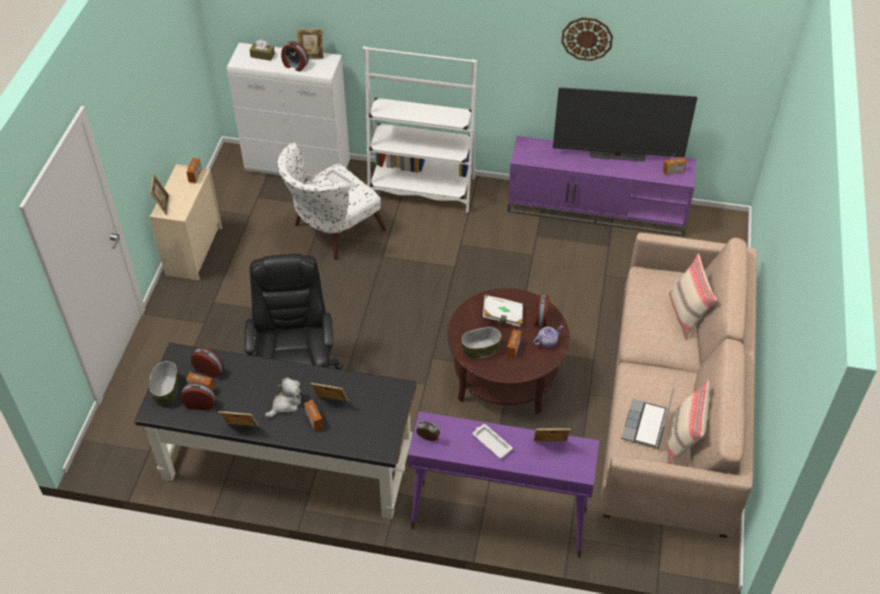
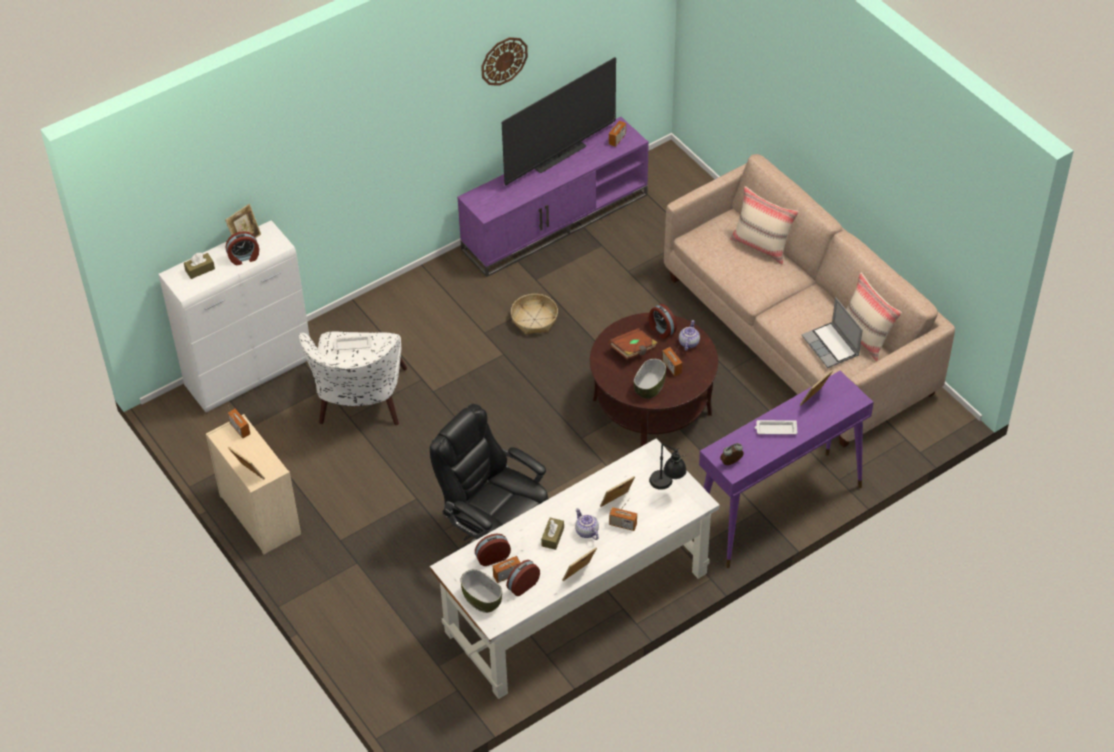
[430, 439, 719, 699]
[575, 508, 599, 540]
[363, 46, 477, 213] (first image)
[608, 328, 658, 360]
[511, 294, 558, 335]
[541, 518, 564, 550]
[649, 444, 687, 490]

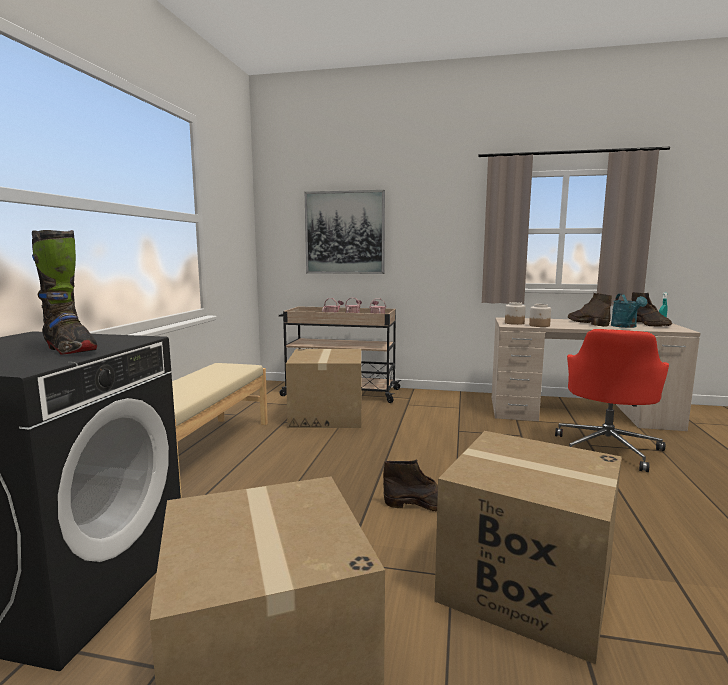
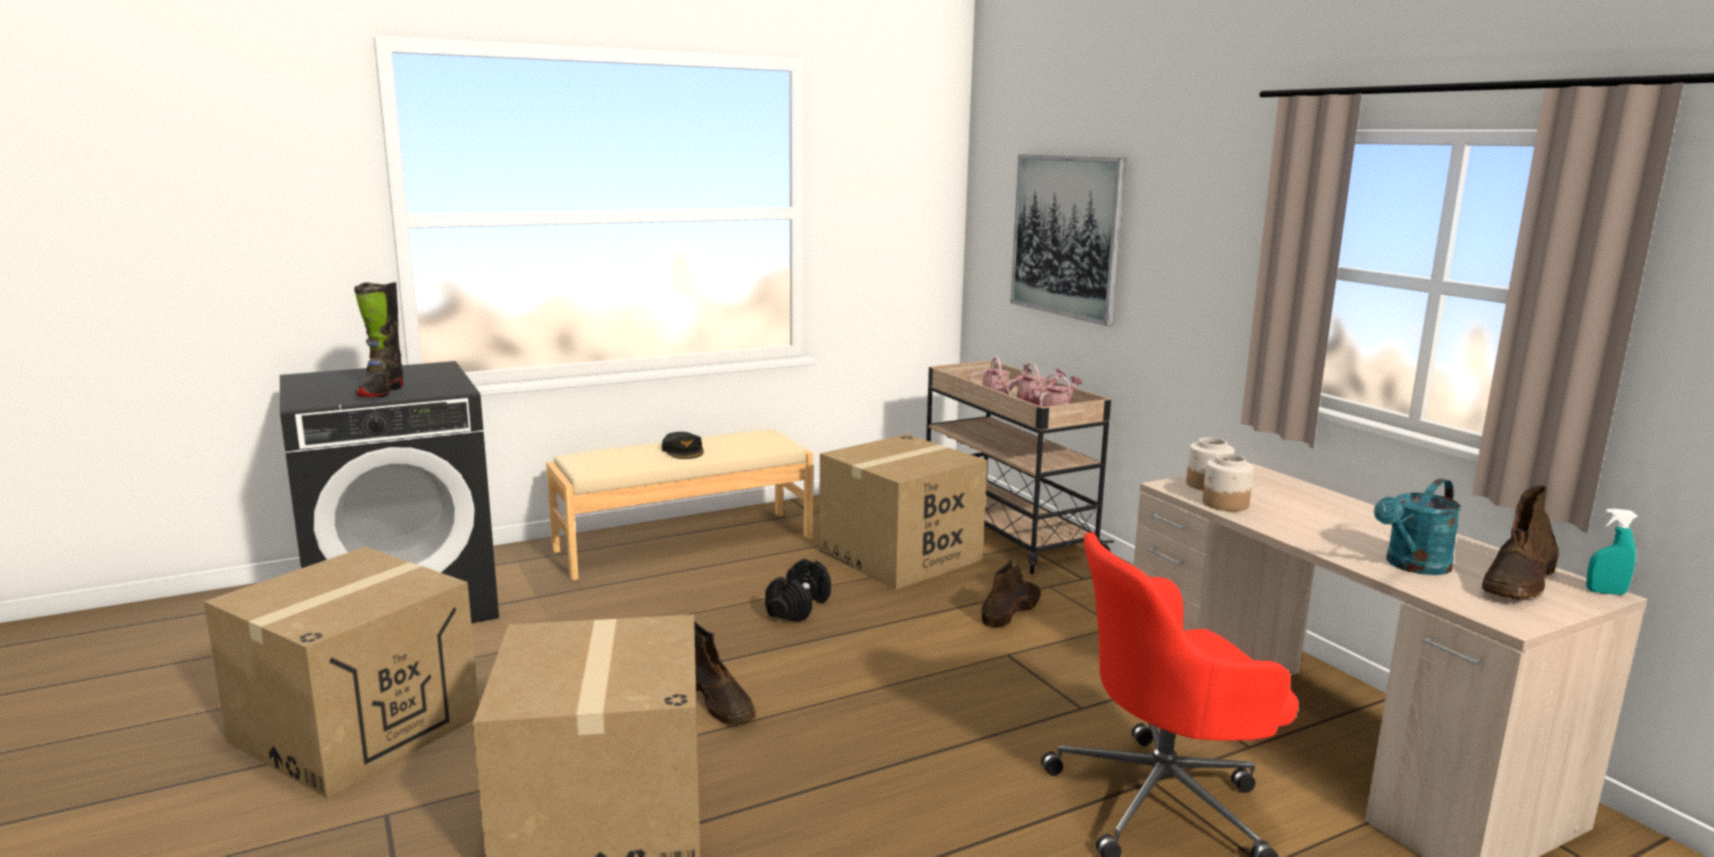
[981, 559, 1041, 628]
[662, 432, 704, 459]
[765, 559, 831, 622]

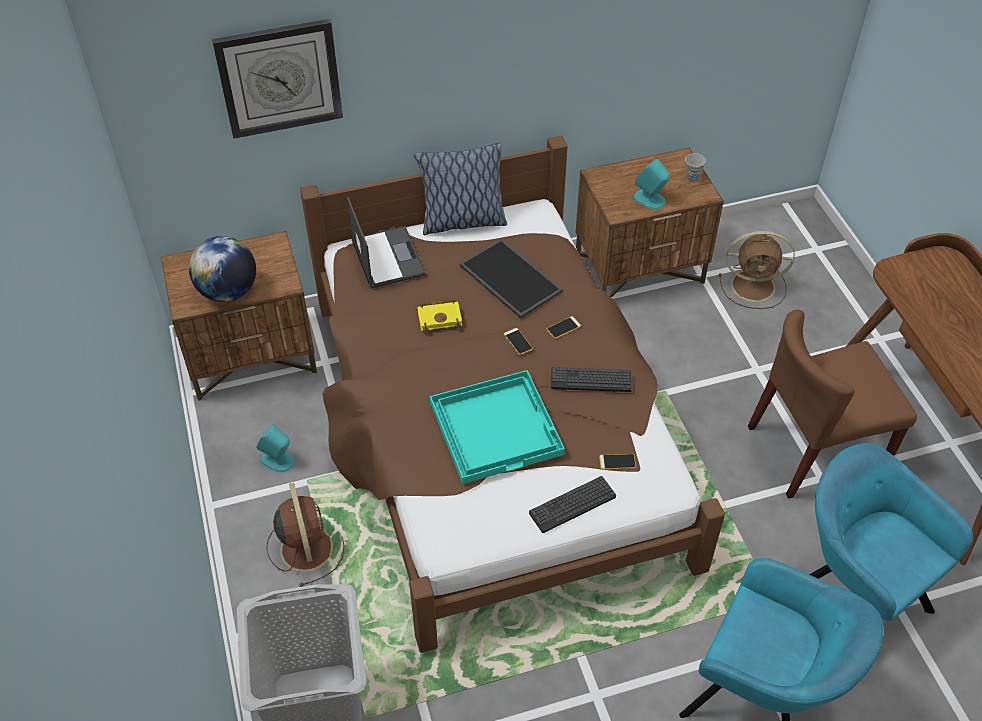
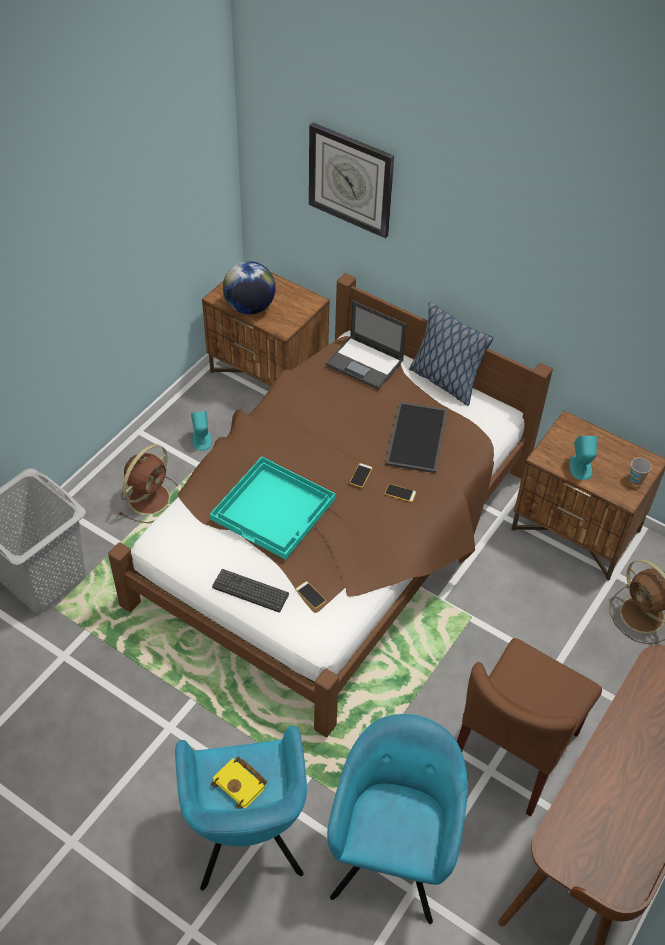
[326, 301, 407, 390]
[211, 757, 267, 809]
[551, 367, 632, 392] (first image)
[457, 638, 602, 817]

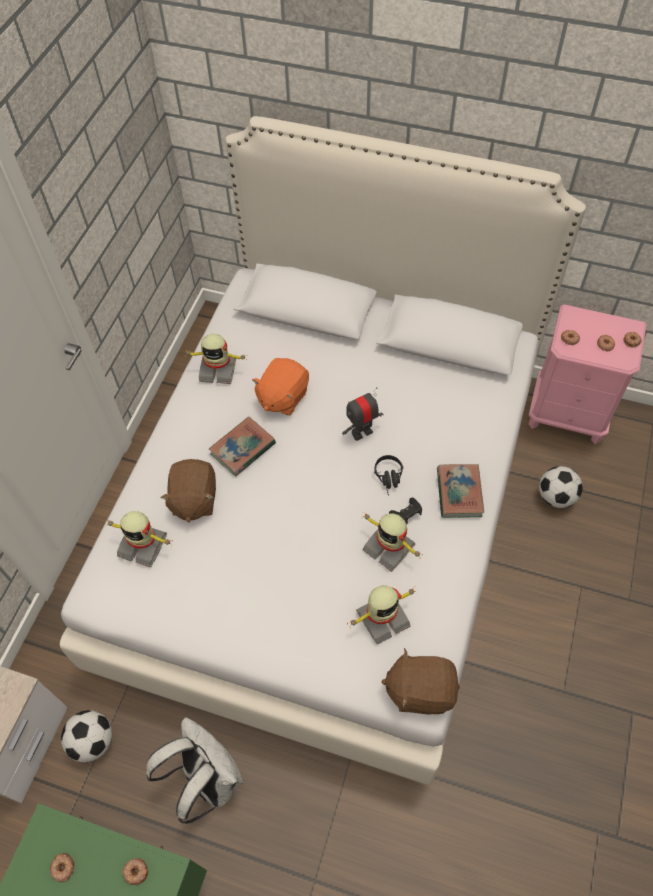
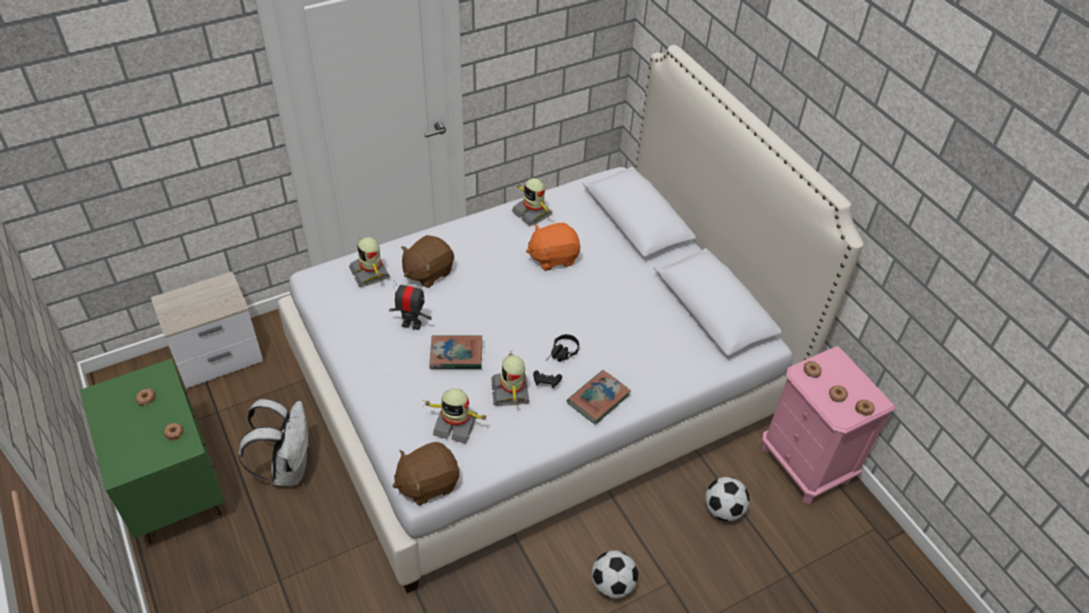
[592, 550, 638, 599]
[429, 335, 482, 369]
[389, 280, 432, 330]
[392, 442, 459, 505]

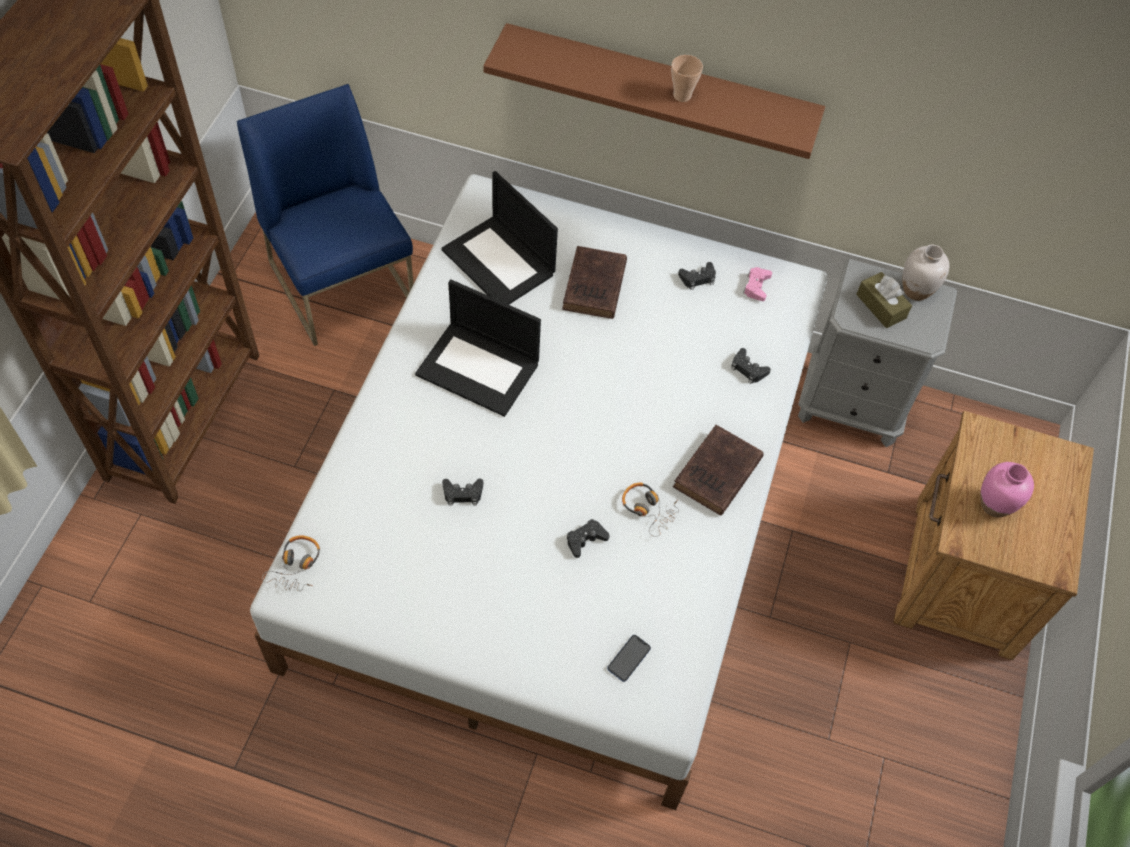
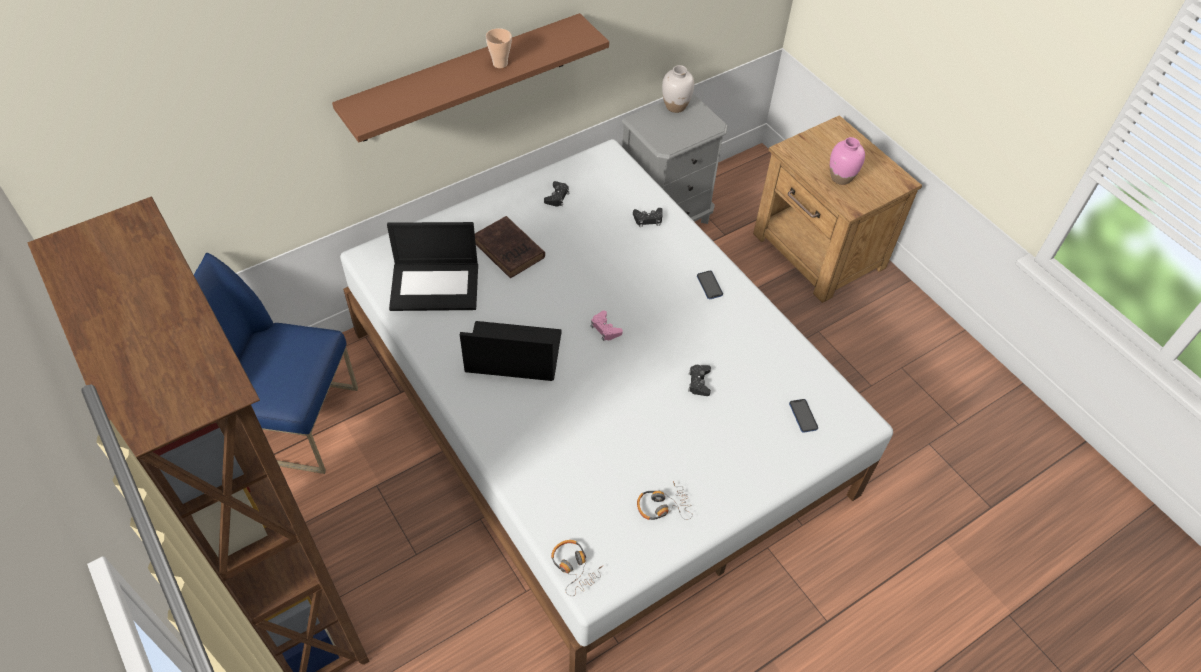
[460, 321, 562, 381]
[442, 479, 484, 506] (first image)
[637, 481, 693, 520]
[697, 271, 723, 299]
[591, 310, 623, 341]
[856, 272, 912, 328] (first image)

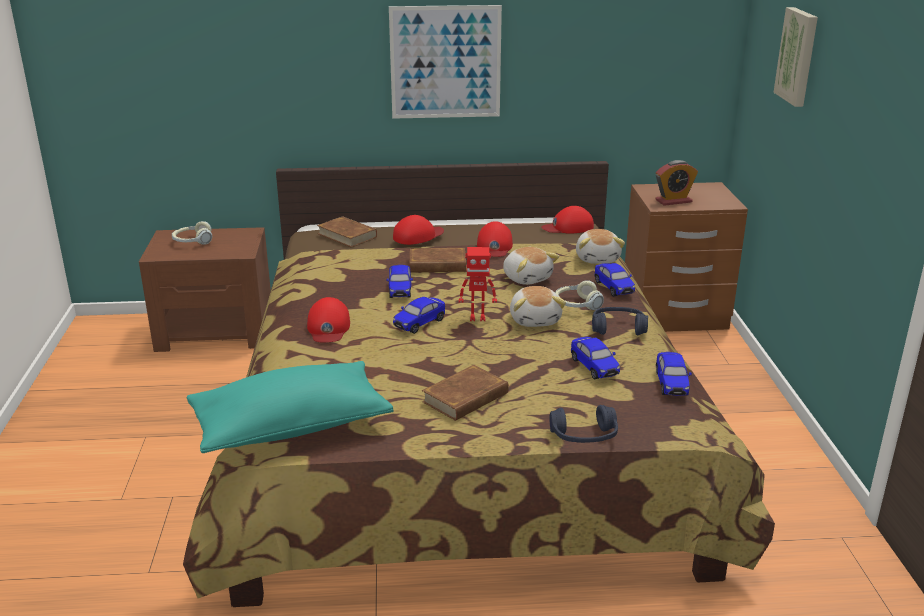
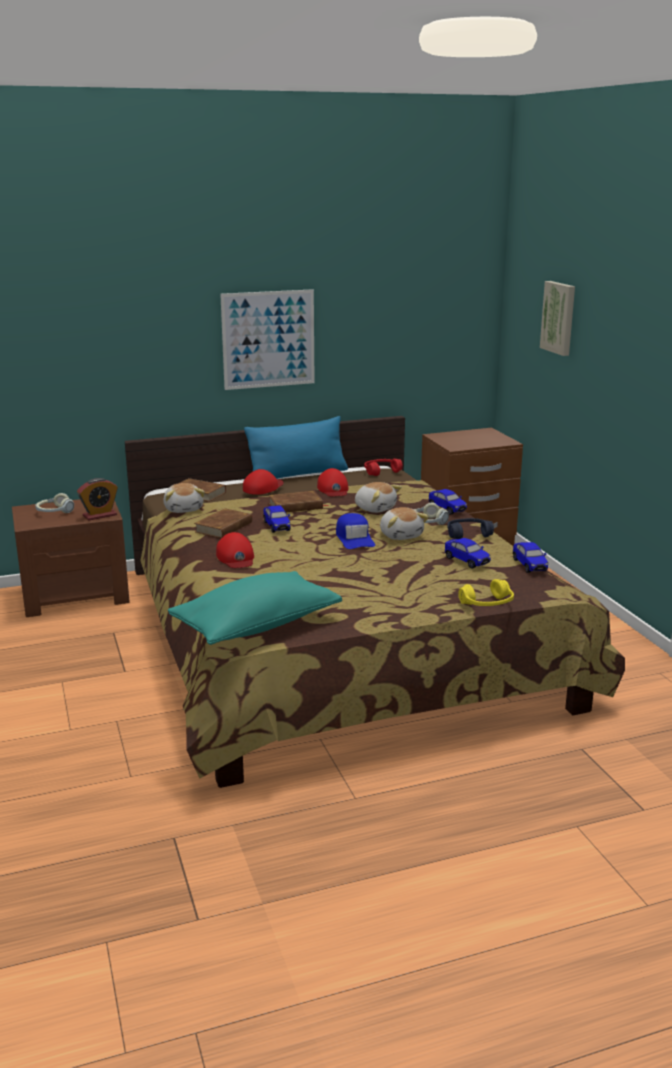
[393, 297, 445, 334] (first image)
[194, 508, 252, 538]
[336, 513, 375, 549]
[364, 459, 403, 476]
[458, 579, 514, 606]
[163, 483, 205, 513]
[77, 478, 118, 521]
[244, 416, 348, 479]

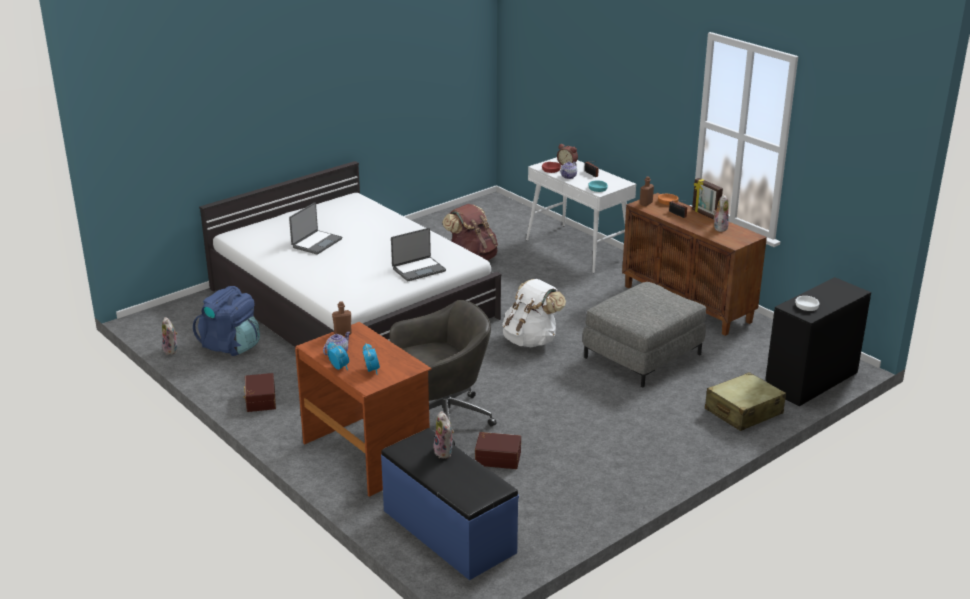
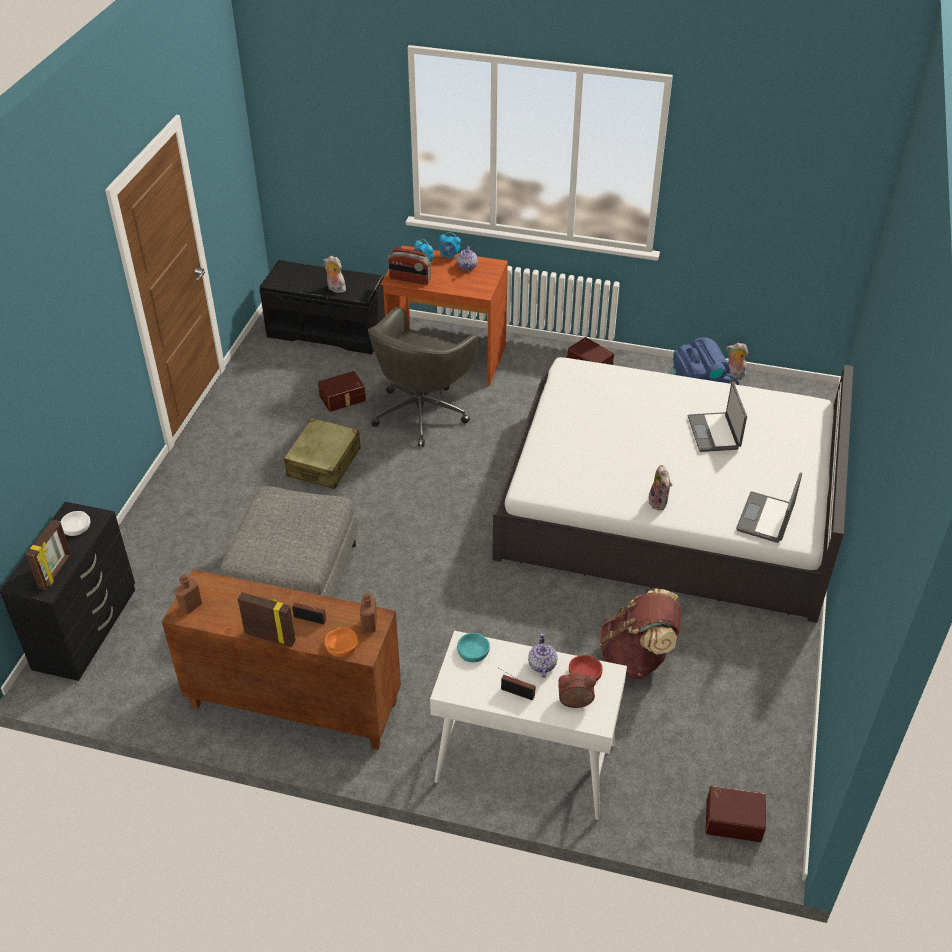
[174, 574, 202, 614]
[259, 260, 385, 355]
[736, 473, 802, 543]
[502, 279, 566, 347] (first image)
[284, 418, 361, 489]
[649, 465, 672, 510]
[26, 519, 71, 590]
[388, 248, 431, 285]
[705, 786, 766, 842]

